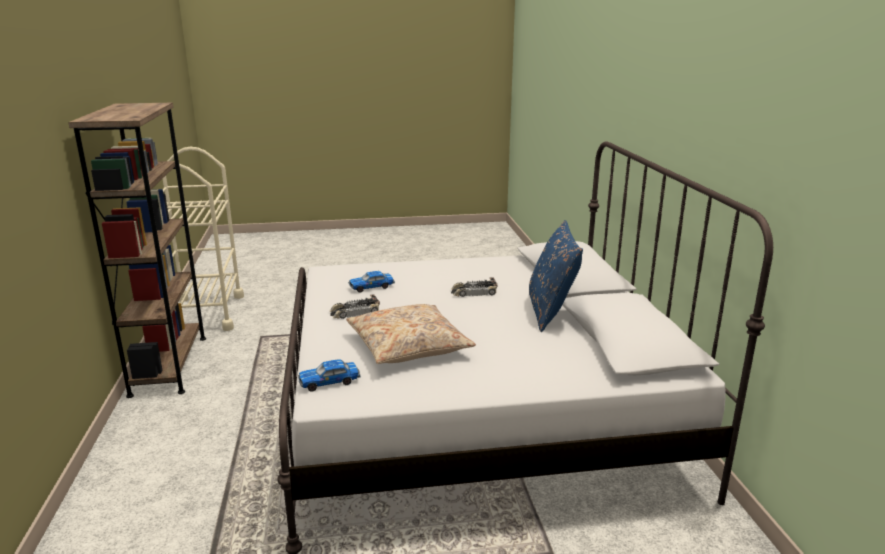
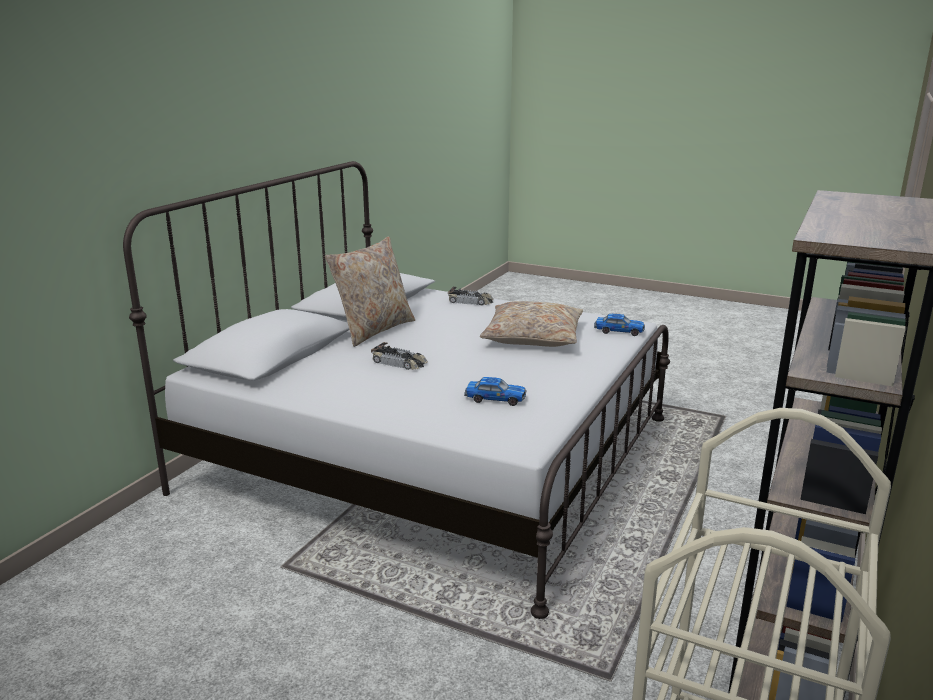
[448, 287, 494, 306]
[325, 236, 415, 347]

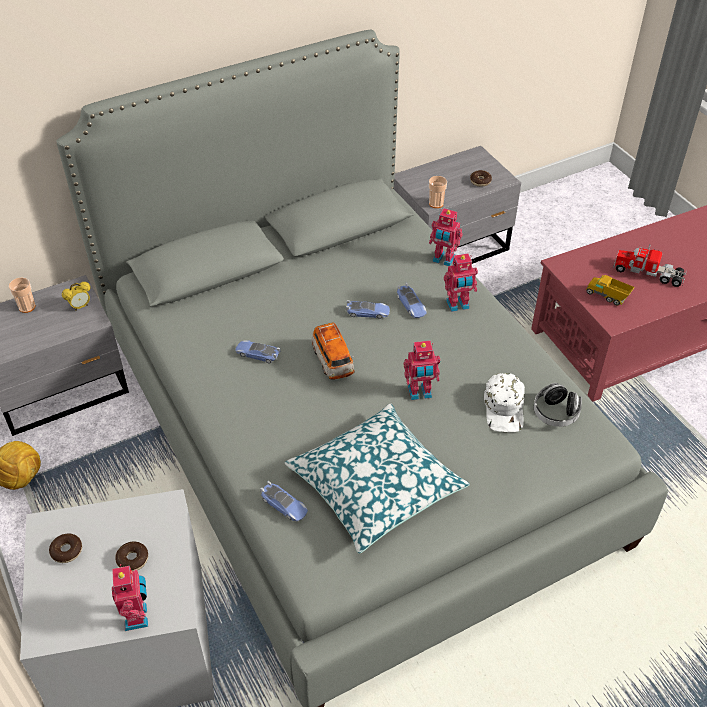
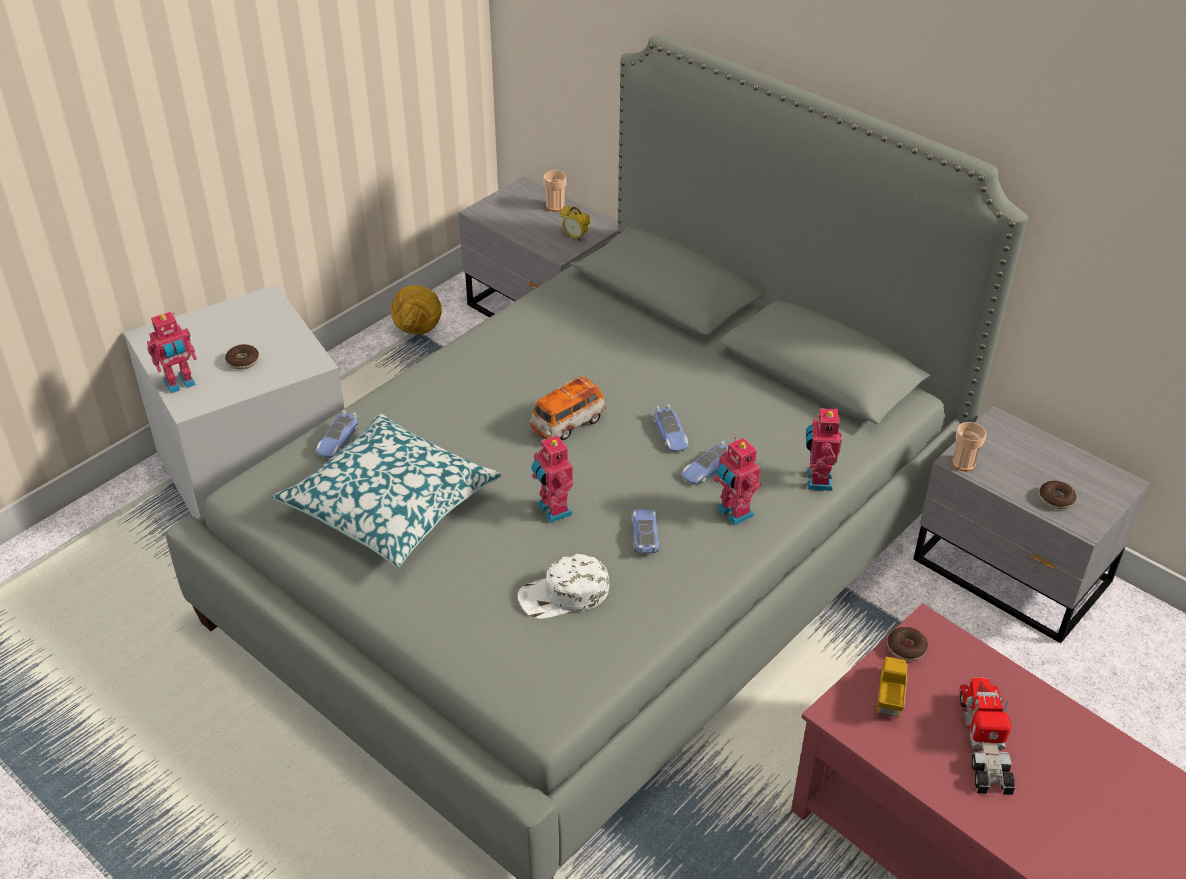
[887, 627, 928, 661]
[632, 509, 659, 553]
[534, 383, 582, 427] (first image)

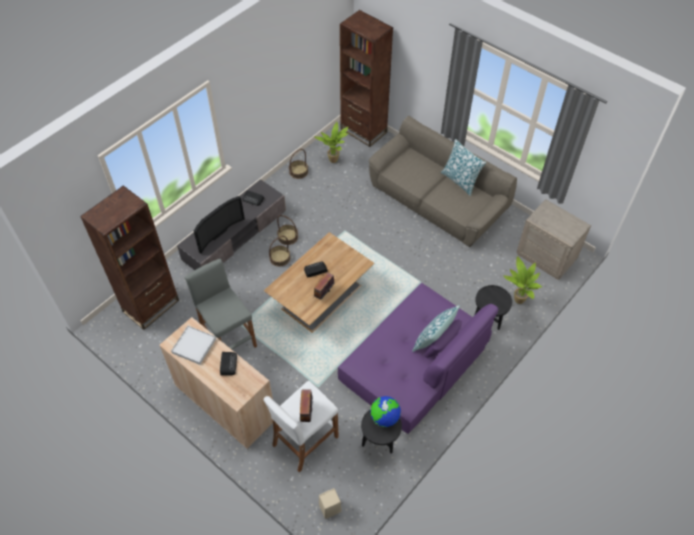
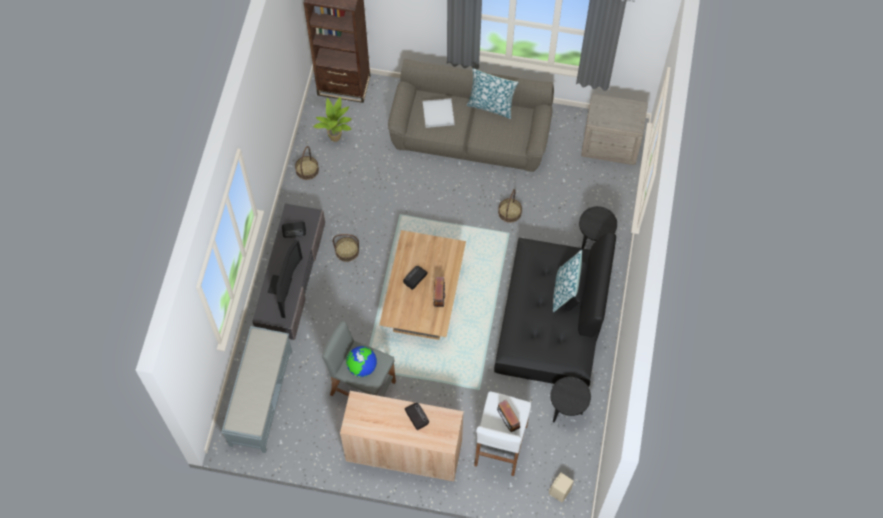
[221, 326, 292, 453]
[423, 98, 454, 128]
[498, 189, 522, 223]
[494, 233, 616, 387]
[346, 346, 377, 377]
[503, 256, 542, 304] (first image)

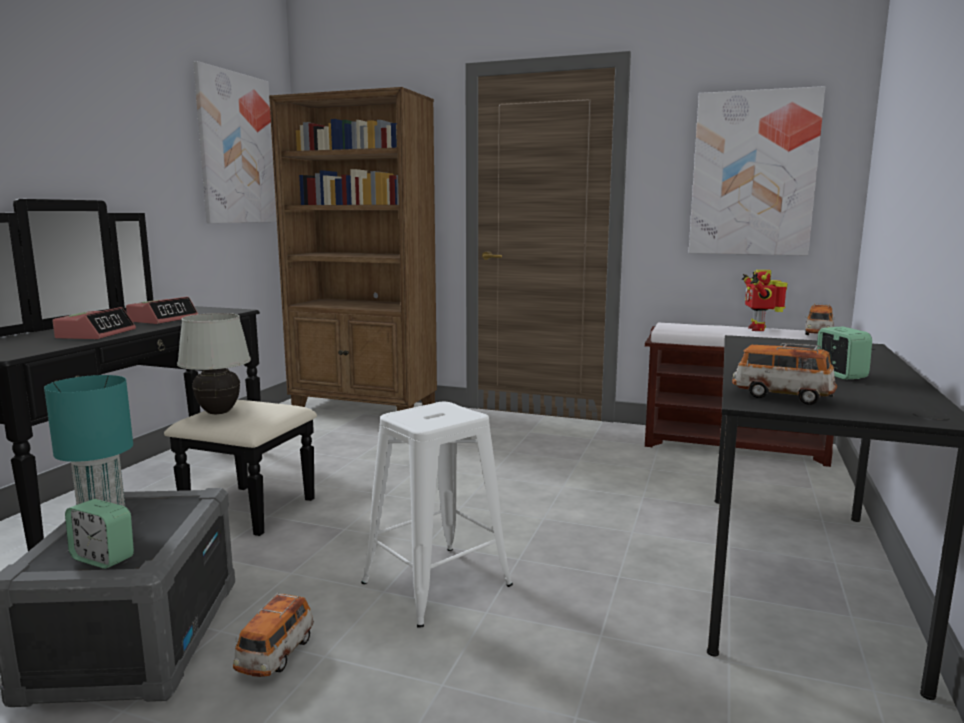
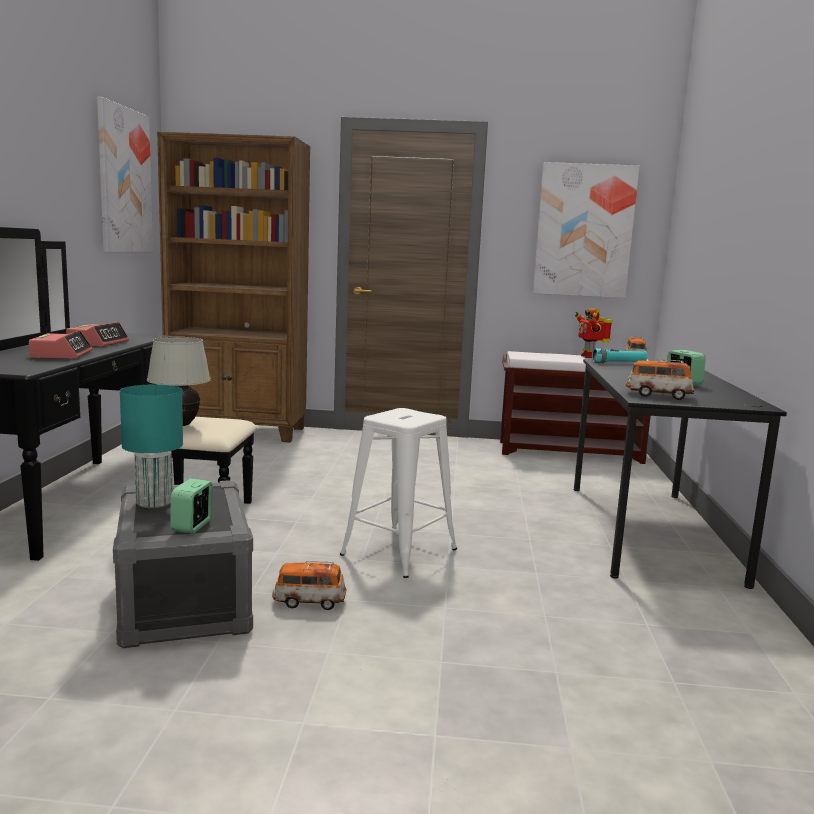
[170, 478, 213, 534]
[272, 561, 346, 610]
[592, 348, 647, 363]

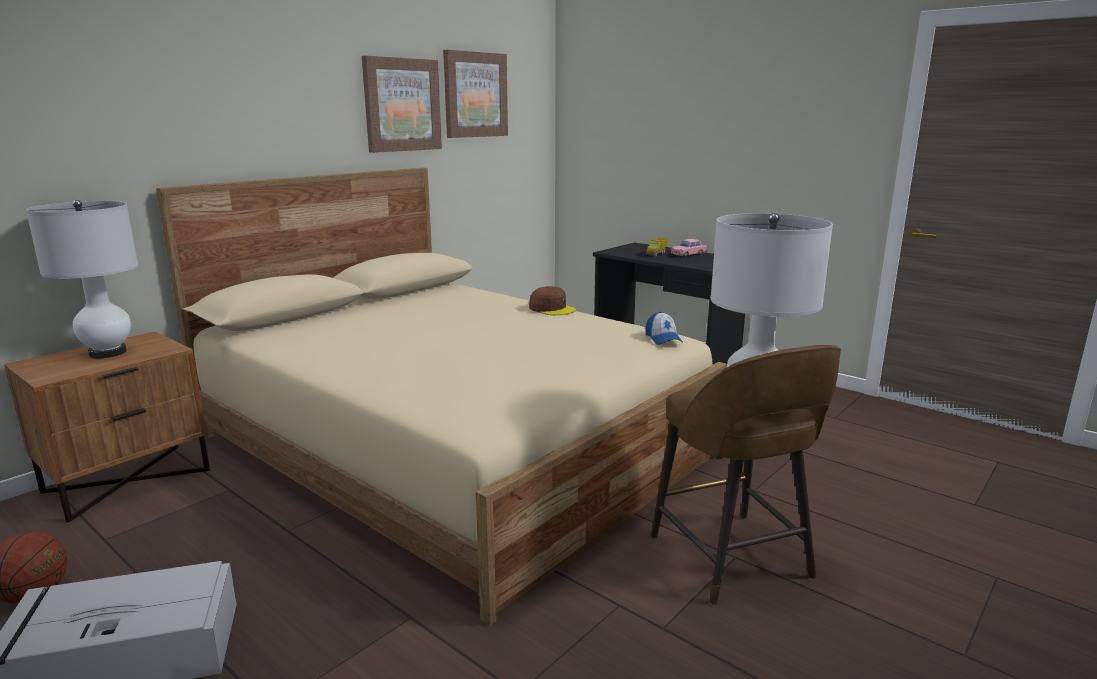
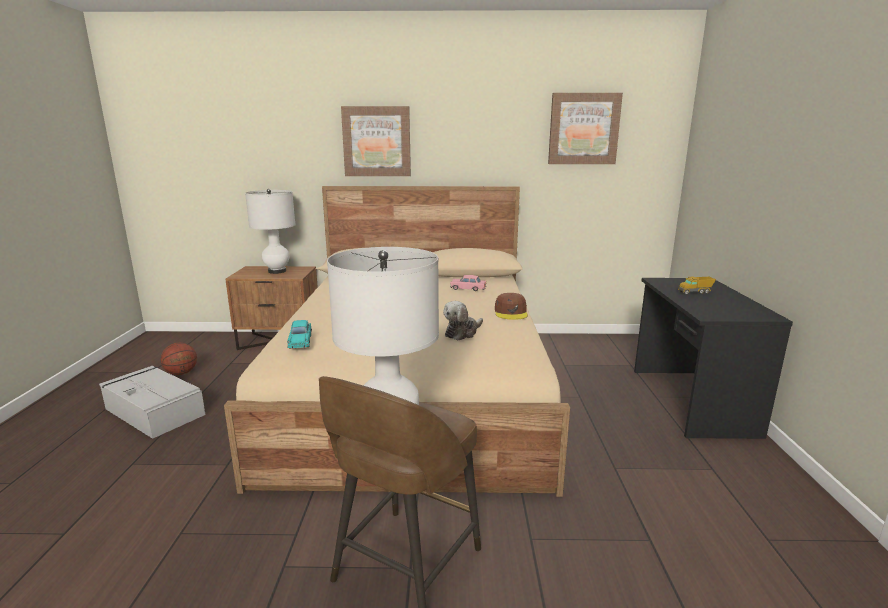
[341, 106, 411, 176]
[646, 311, 683, 345] (first image)
[450, 275, 486, 291]
[287, 320, 312, 349]
[443, 301, 483, 340]

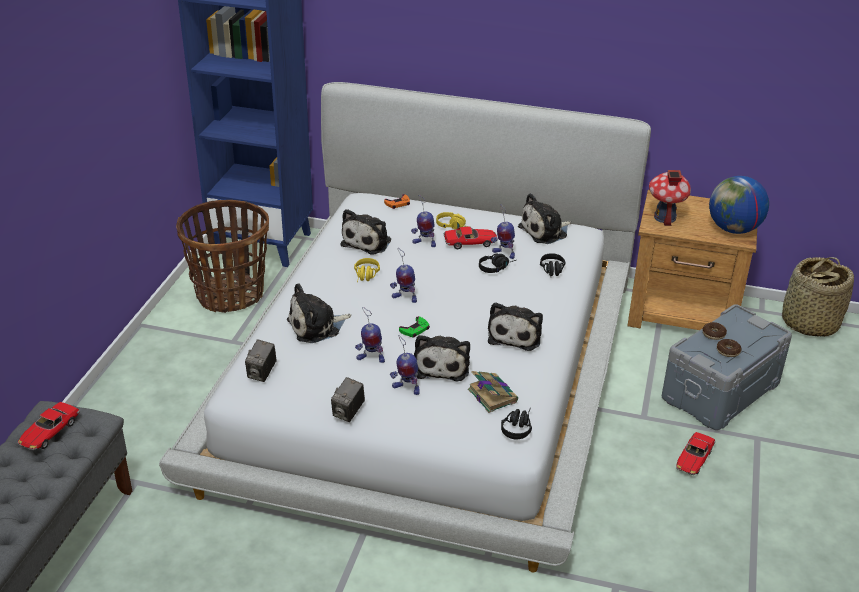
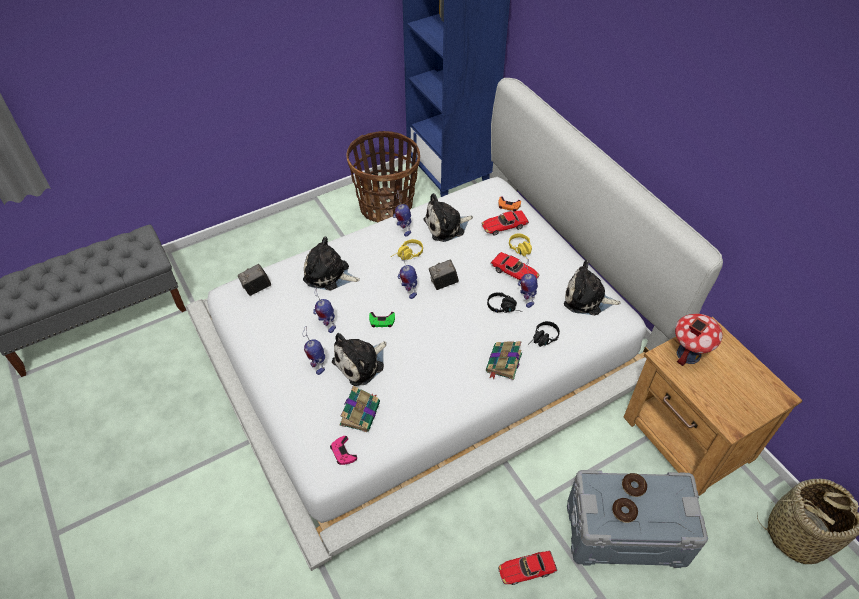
[481, 210, 529, 235]
[429, 259, 459, 290]
[393, 190, 411, 237]
[488, 302, 543, 351] (first image)
[330, 436, 357, 465]
[709, 176, 769, 234] (first image)
[486, 341, 522, 380]

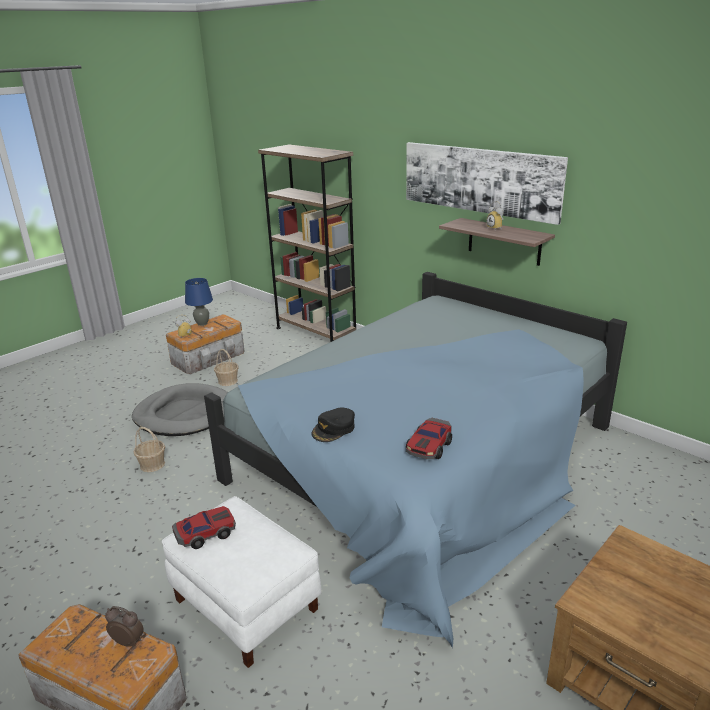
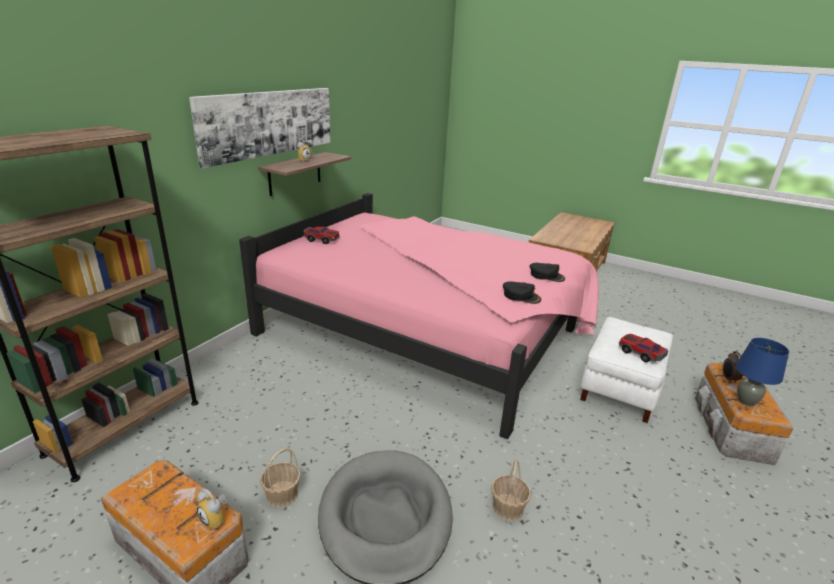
[736, 338, 789, 407]
[239, 193, 599, 439]
[303, 227, 340, 244]
[503, 281, 541, 304]

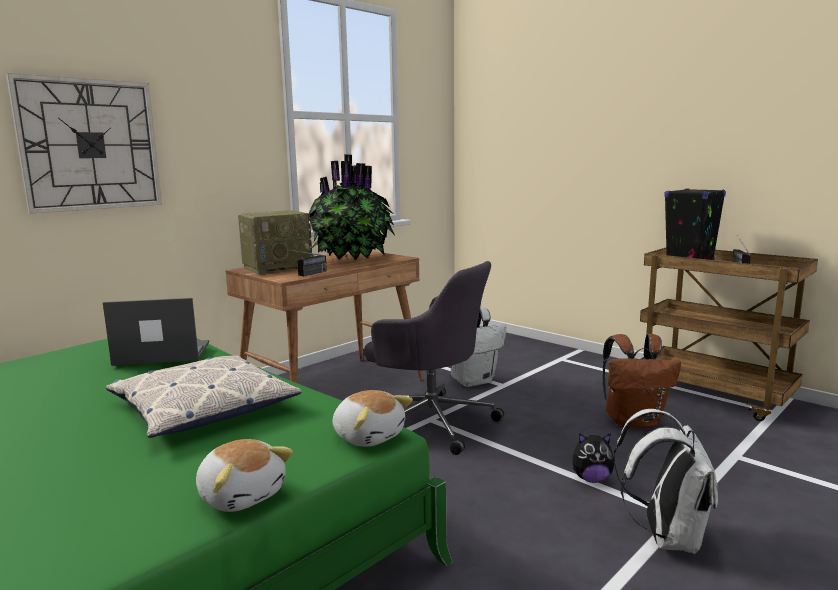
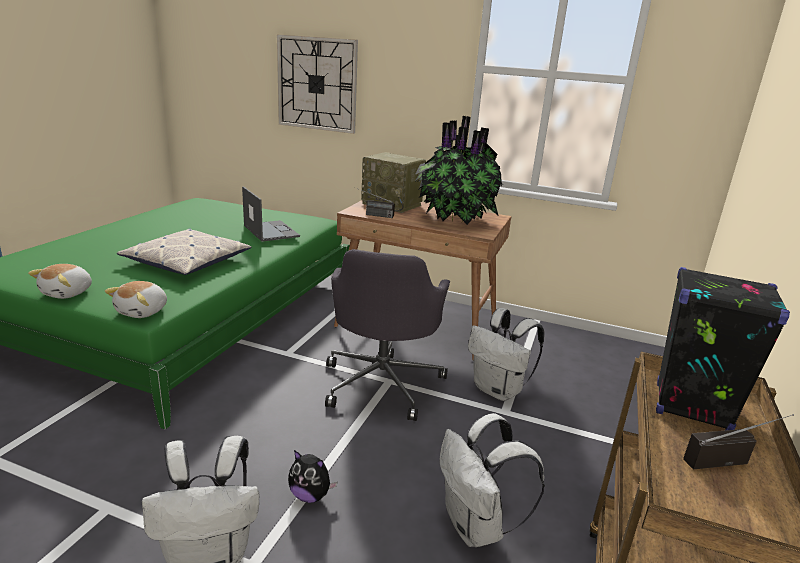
[288, 450, 337, 503]
[440, 413, 545, 547]

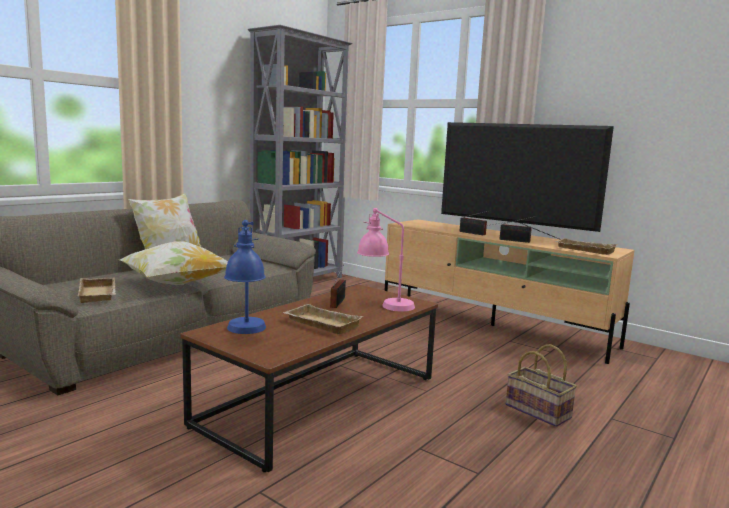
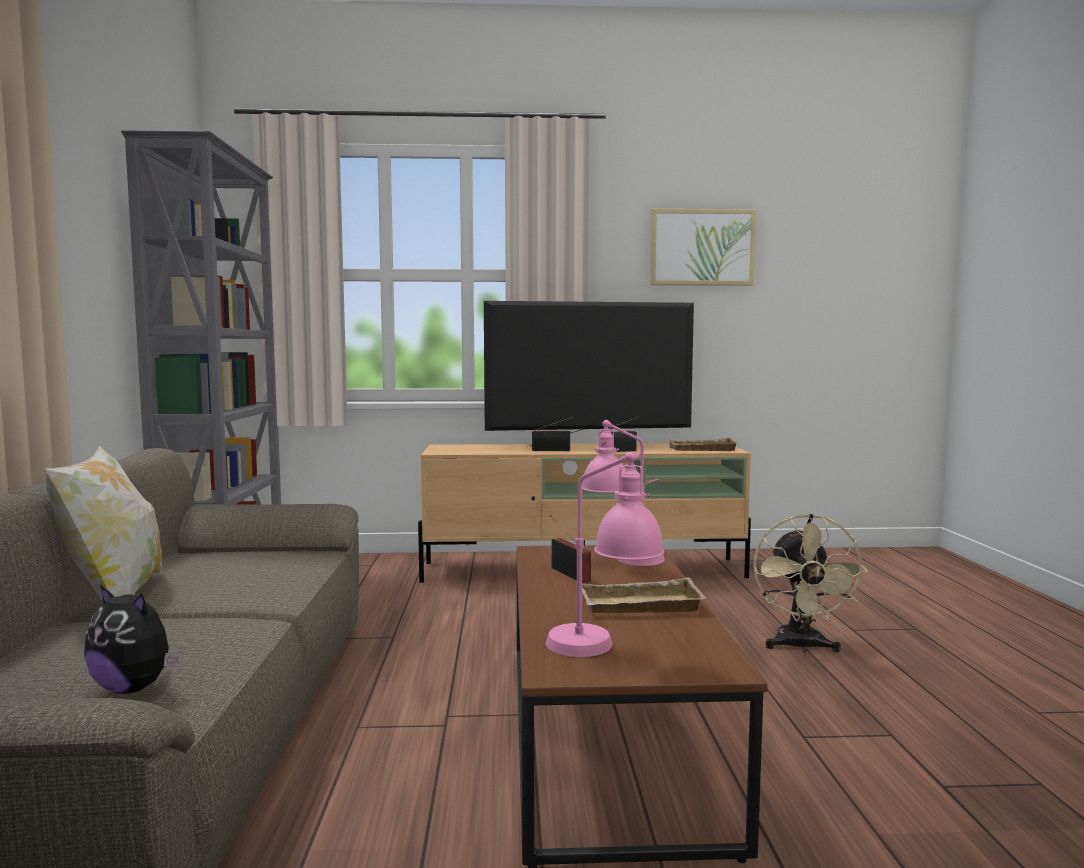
[84, 585, 182, 694]
[120, 241, 228, 285] (first image)
[546, 452, 665, 657]
[753, 514, 868, 652]
[650, 209, 756, 286]

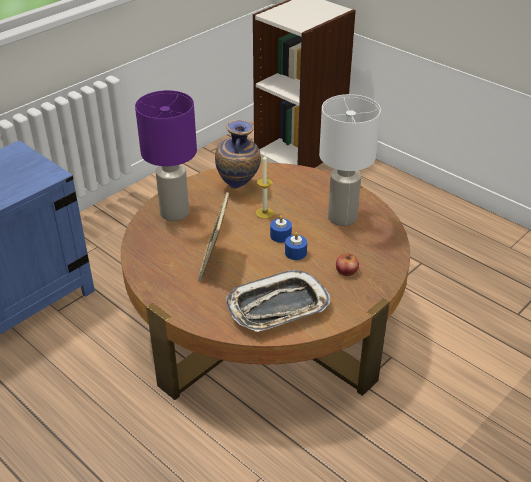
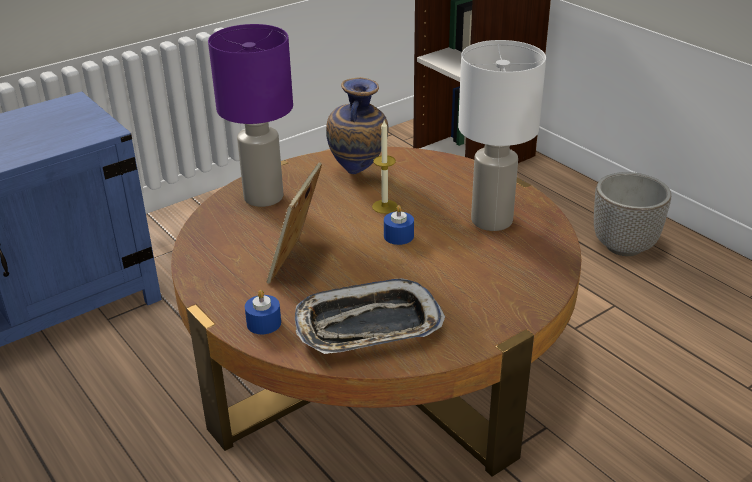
[245, 290, 281, 334]
[336, 254, 359, 276] (first image)
[594, 172, 671, 256]

